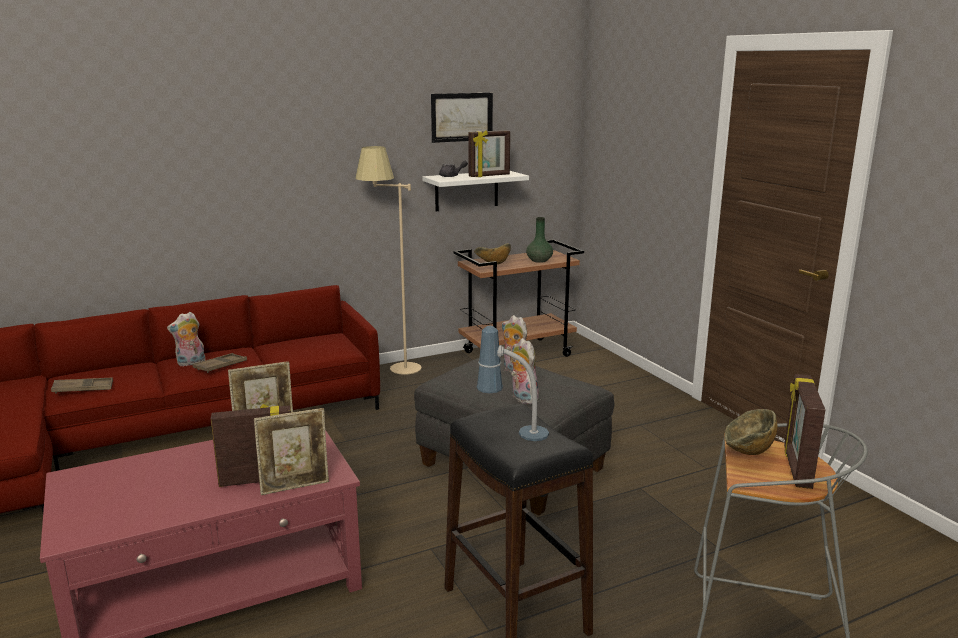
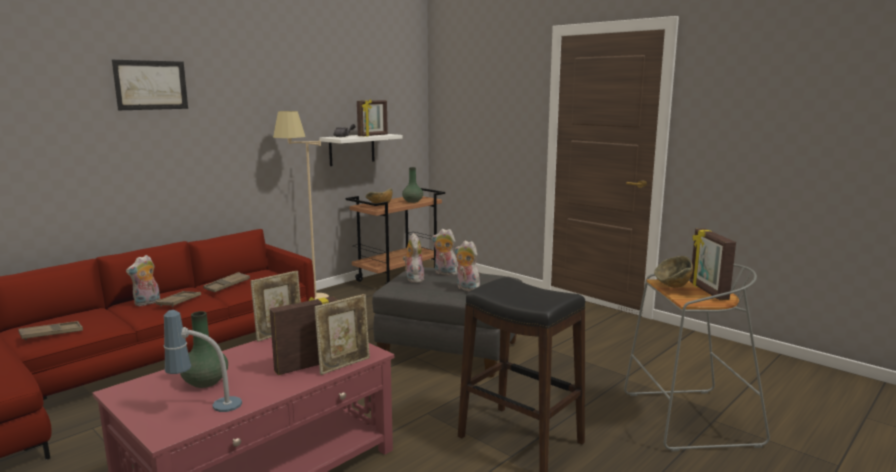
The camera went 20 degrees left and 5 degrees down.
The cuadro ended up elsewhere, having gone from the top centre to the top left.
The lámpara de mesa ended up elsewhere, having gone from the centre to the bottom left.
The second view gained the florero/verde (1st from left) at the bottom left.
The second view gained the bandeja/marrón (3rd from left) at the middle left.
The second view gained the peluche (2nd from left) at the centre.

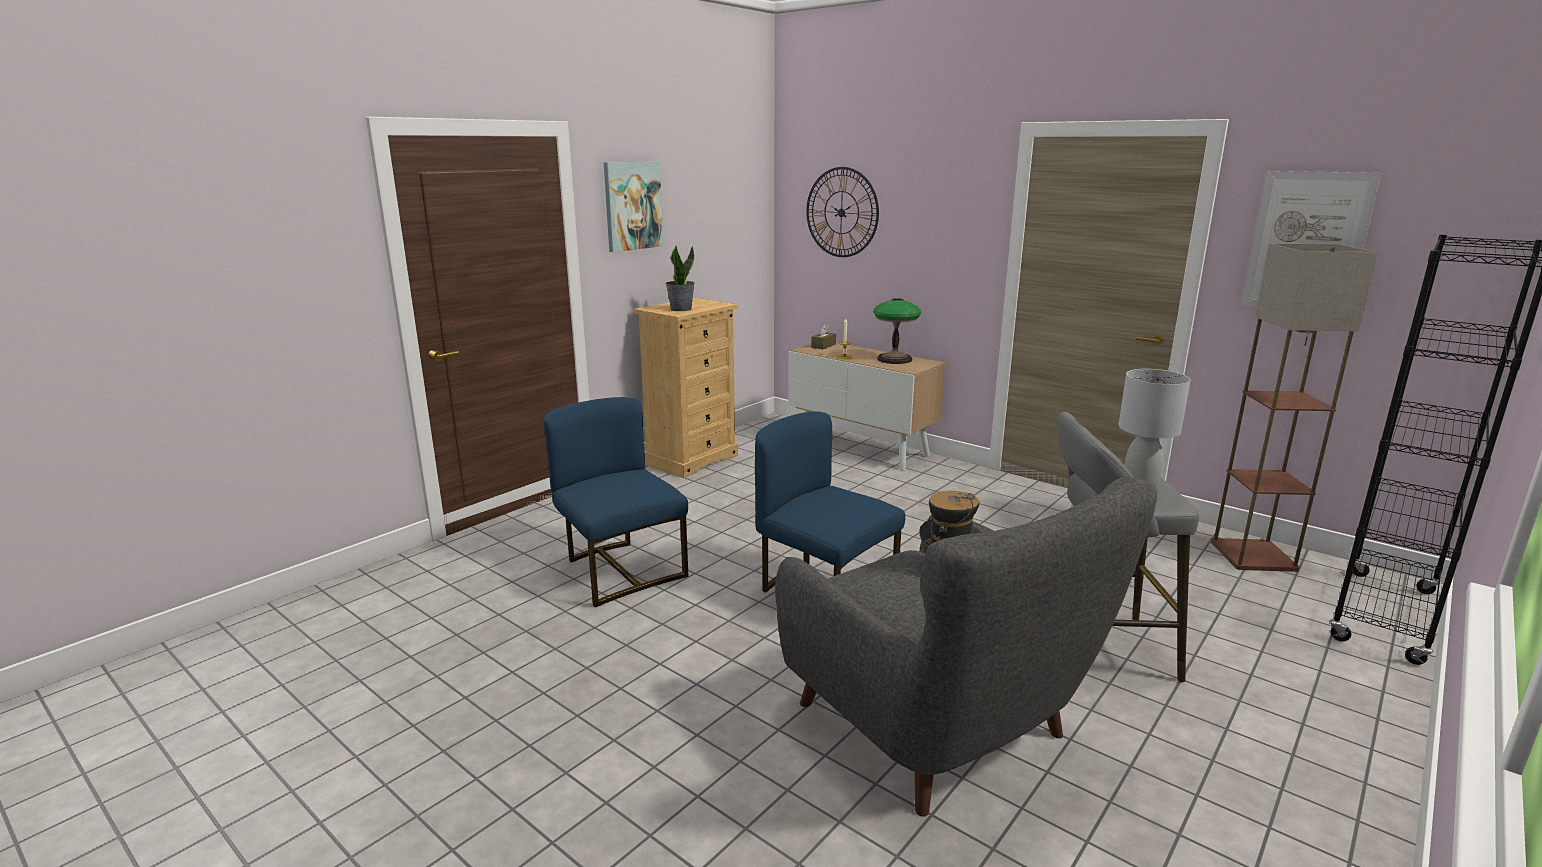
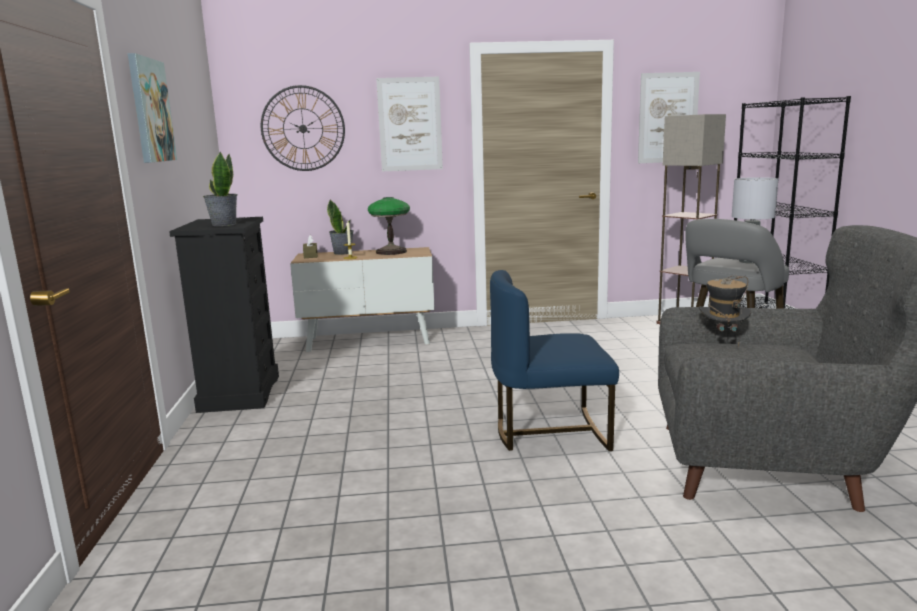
The camera went 45 degrees left and 5 degrees down.
The second view lost the silla/azul (1st from left) at the centre.
What was the cómoda/beis at the centre turned into the cómoda/negro at the middle left.
The second view gained the planta en maceta (2nd from left) at the centre.
The second view gained the cuadro (2nd from left) at the top centre.

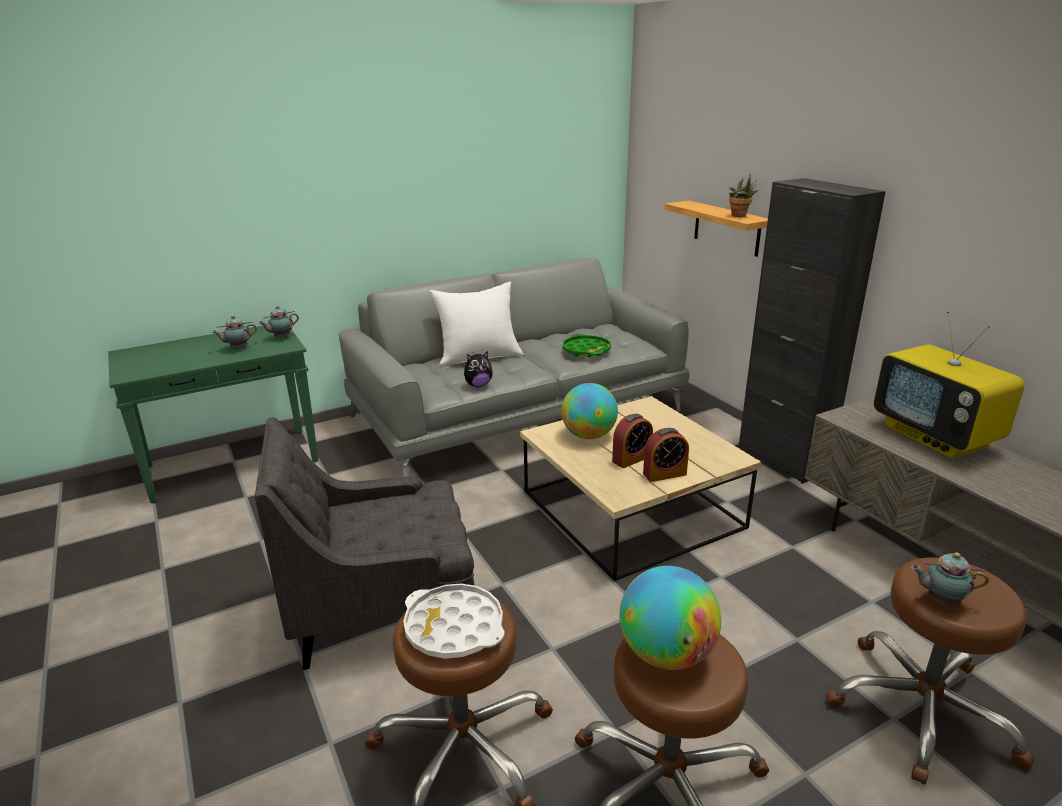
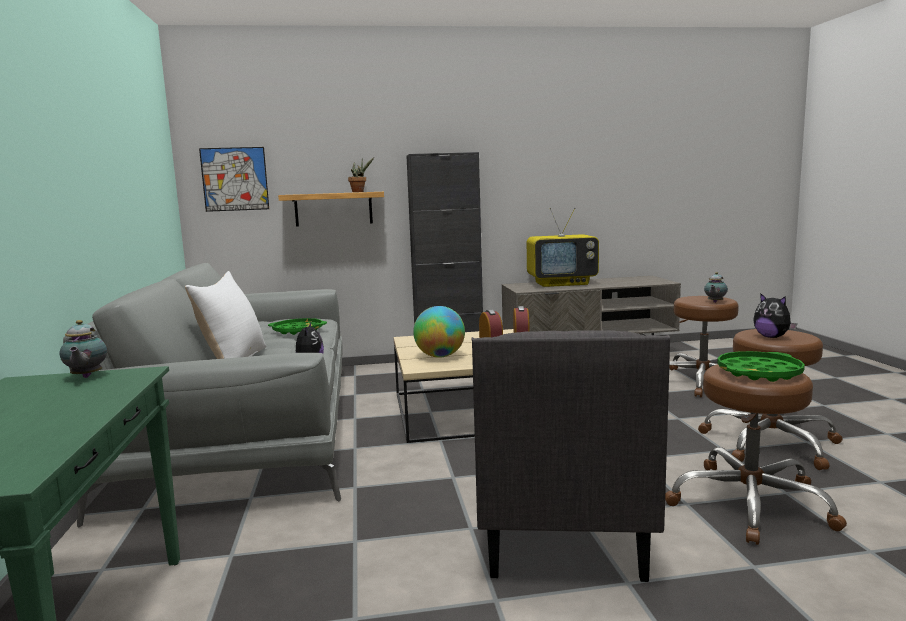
The camera went 70 degrees left and 15 degrees down.
The second view lost the tetera (1st from left) at the middle left.
What was the bandeja/blanco at the bottom centre turned into the bandeja/verde (2nd from left) at the middle right.
Where the globo terráqueo (2nd from left) stood at the bottom centre, the peluche (2nd from left) came to stand at the middle right.
The second view gained the cuadro at the top left.

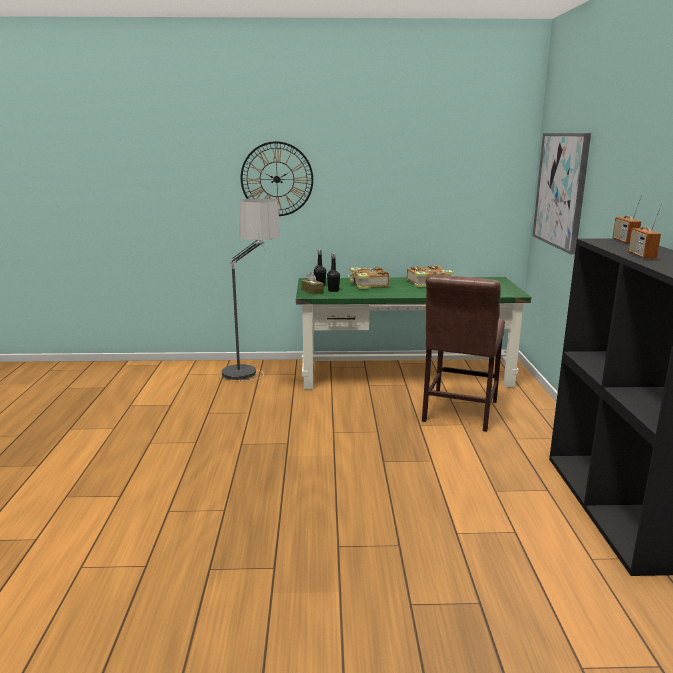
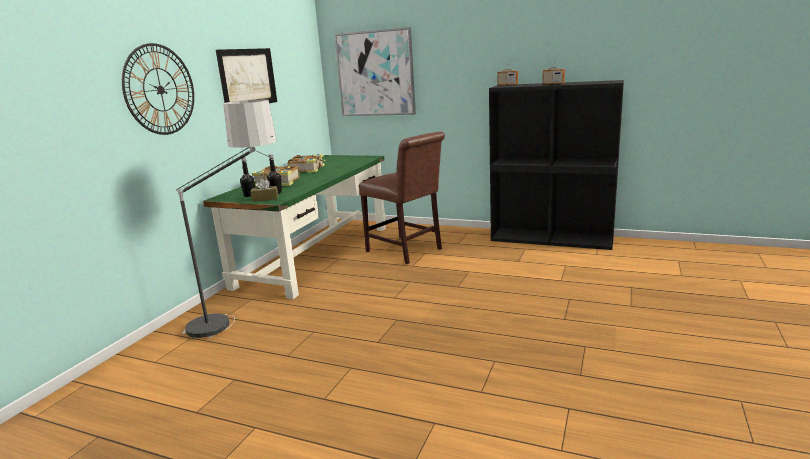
The camera went 65 degrees left and 0 degrees up.
The second view gained the cuadro (1st from left) at the top left.

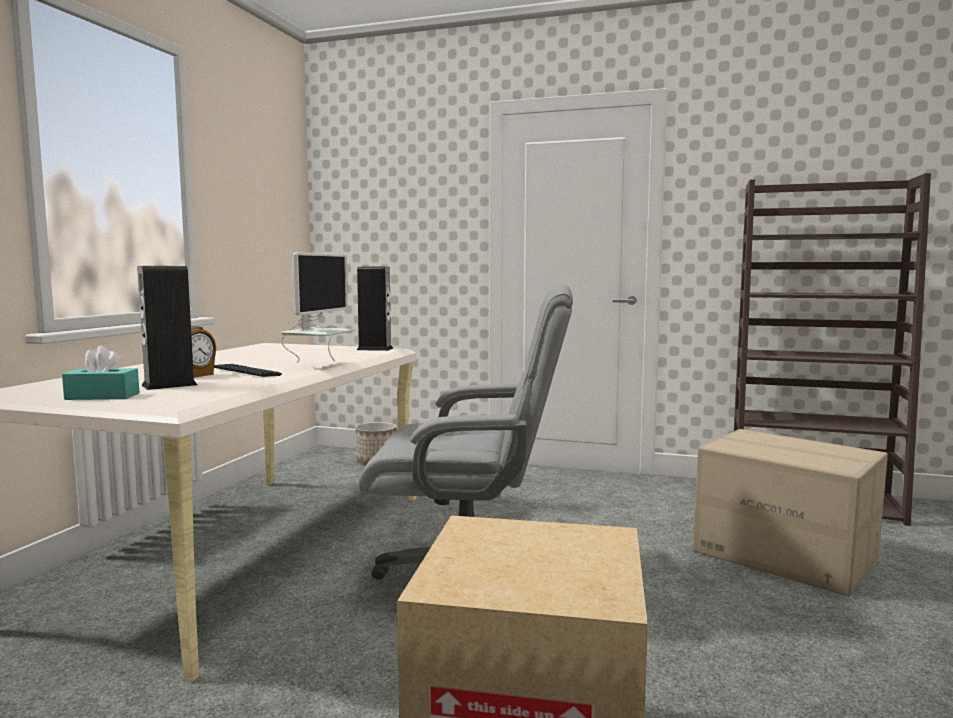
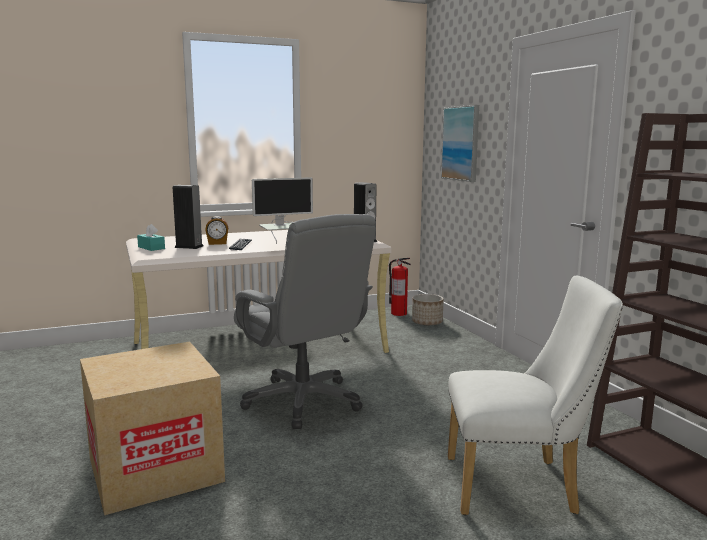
The camera went 50 degrees right and 5 degrees up.
Where the caja de cartón (2nd from left) stood at the bottom right, the silla/blanco came to stand at the bottom right.
The second view gained the extintor at the centre.
The second view gained the cuadro at the top centre.

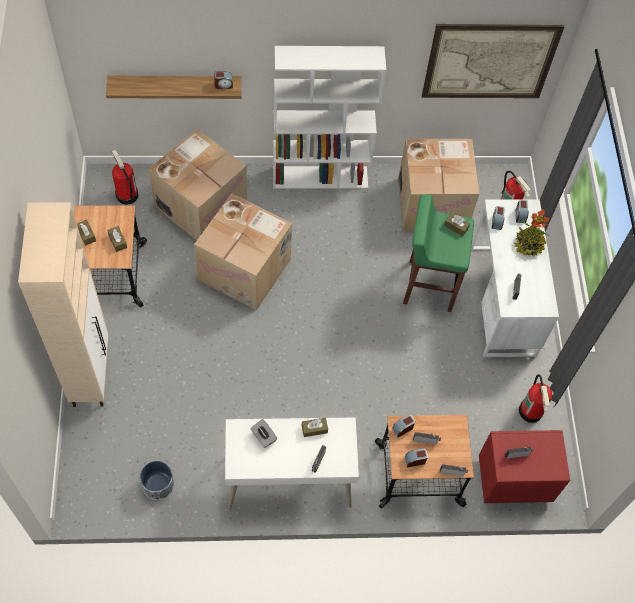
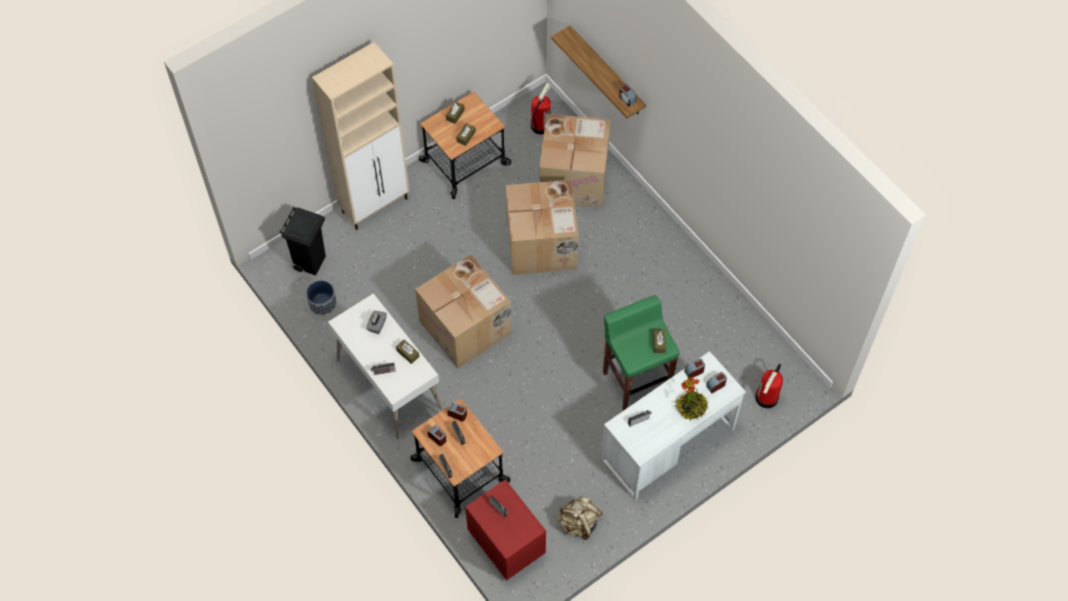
The camera went 60 degrees right and 0 degrees up.
The second view lost the estantería/blanco at the top centre.
The caja de cartón (3rd from left in the first image) ended up elsewhere, having gone from the top right to the centre.
The second view lost the cuadro at the top right.
Where the extintor (3rd from left) stood at the middle right, the mochila/beis came to stand at the bottom centre.
The second view gained the papelera/negro at the middle left.

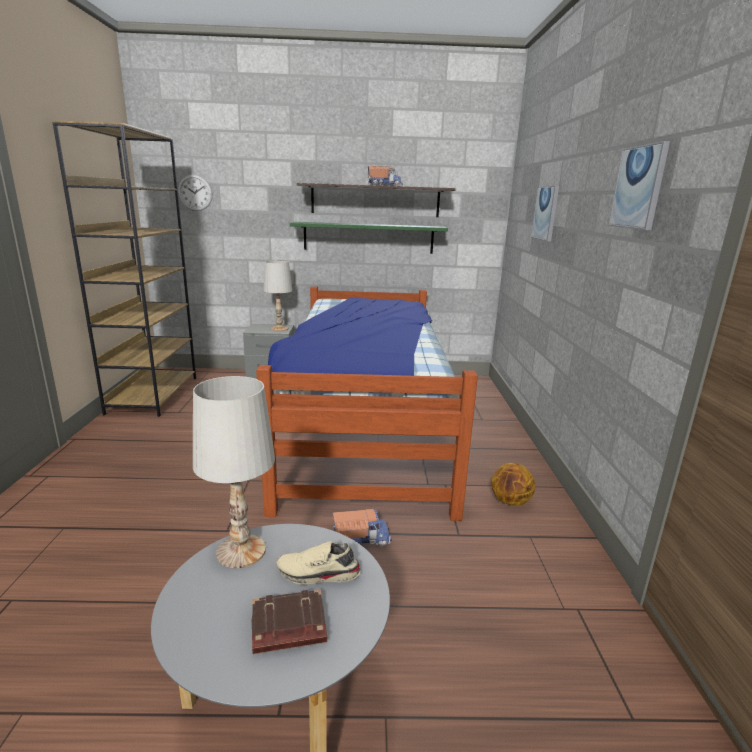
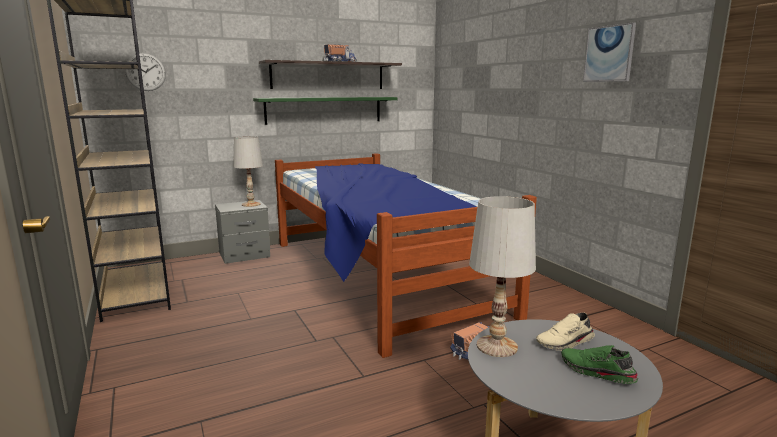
The camera went 25 degrees left and 5 degrees down.
Where the libro/marrón stood at the bottom centre, the zapato/verde came to stand at the bottom right.
The second view lost the balón de baloncesto at the middle right.
The second view lost the cuadro (1st from left) at the top right.

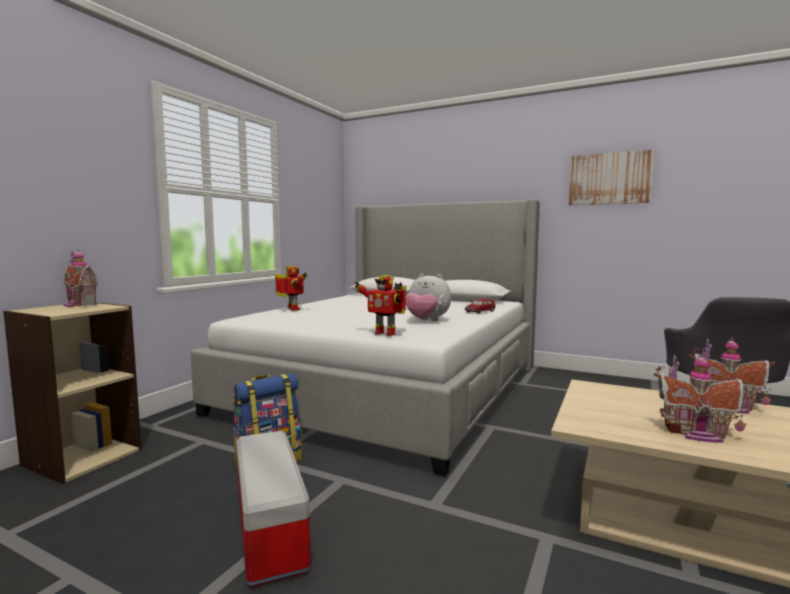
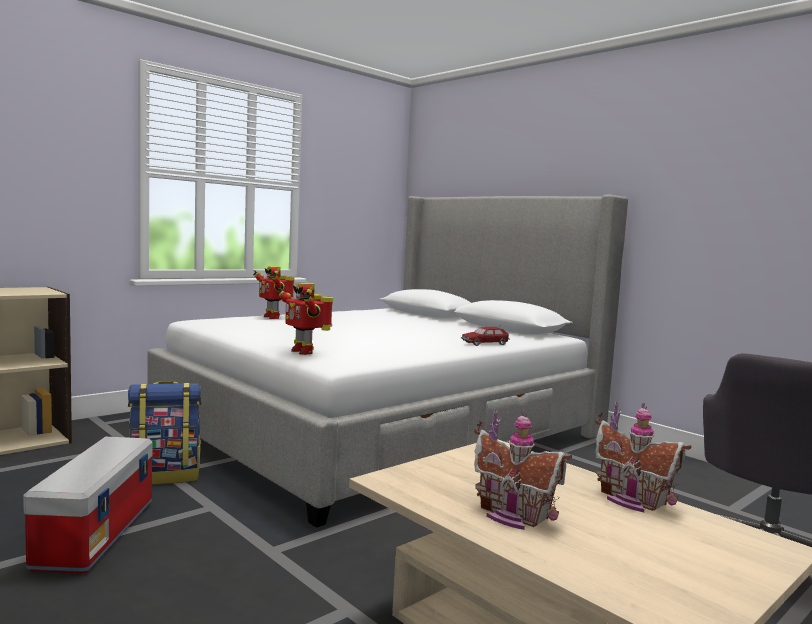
The camera went 20 degrees right and 0 degrees up.
The second view lost the casita (1st from left) at the middle left.
The robot de juguete (1st from left) at the centre ended up facing another way, 150 degrees clockwise from before.
The second view lost the peluche at the centre.
The second view lost the cuadro at the top right.

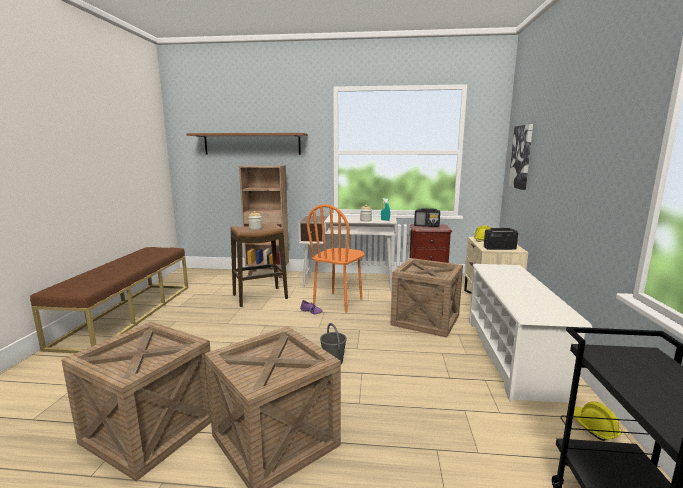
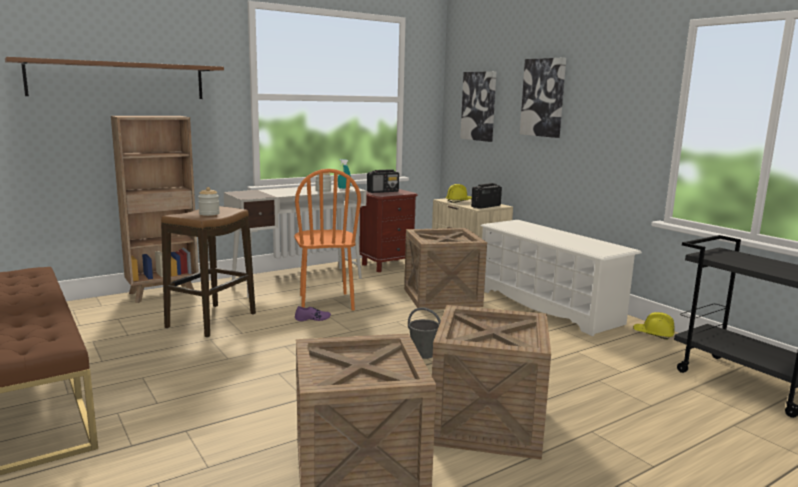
The camera went 40 degrees left and 0 degrees up.
The second view gained the cuadro (2nd from left) at the top right.

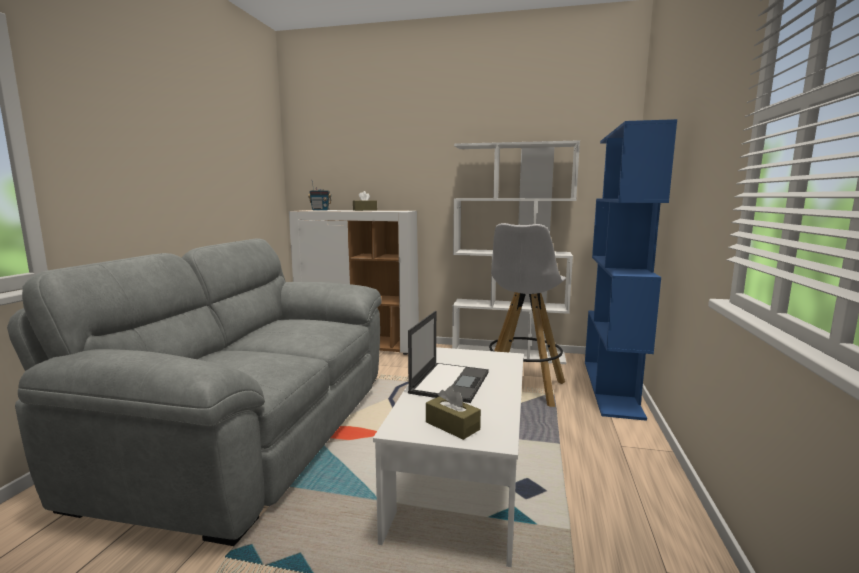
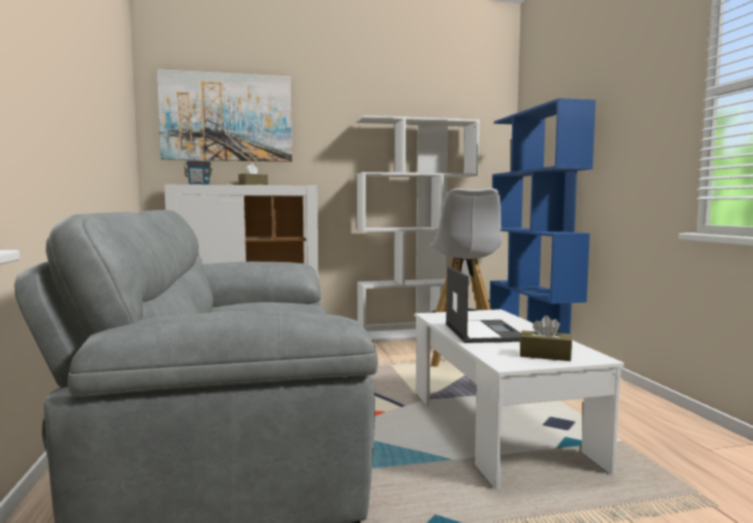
The camera went 25 degrees left and 5 degrees down.
The second view gained the cuadro at the top left.

